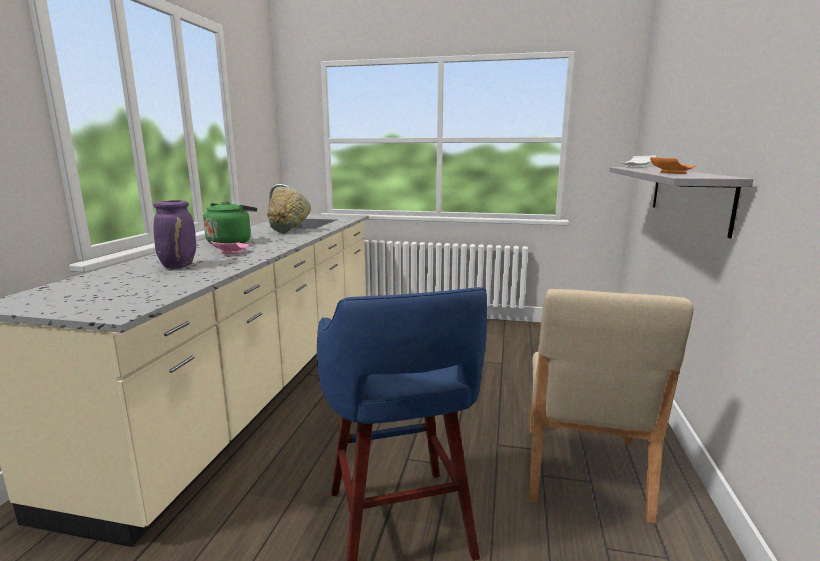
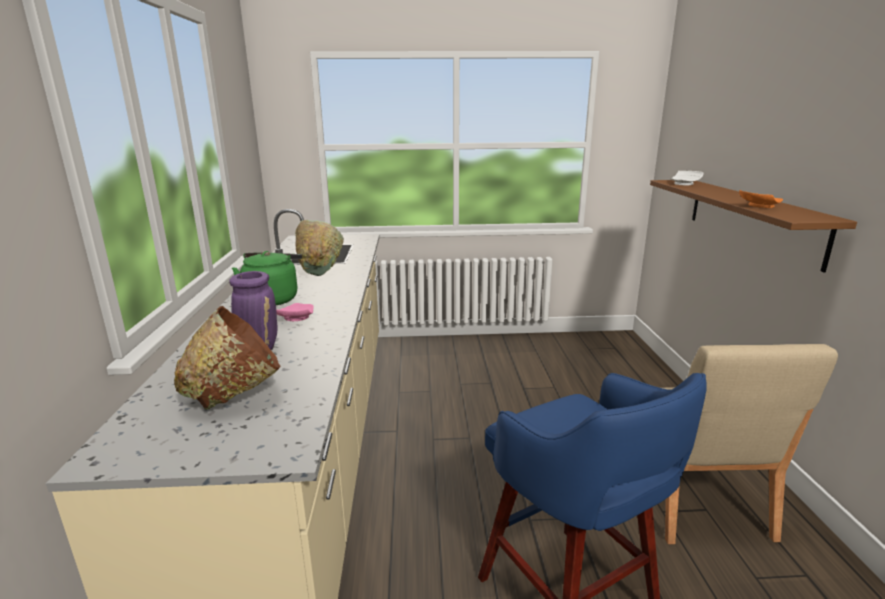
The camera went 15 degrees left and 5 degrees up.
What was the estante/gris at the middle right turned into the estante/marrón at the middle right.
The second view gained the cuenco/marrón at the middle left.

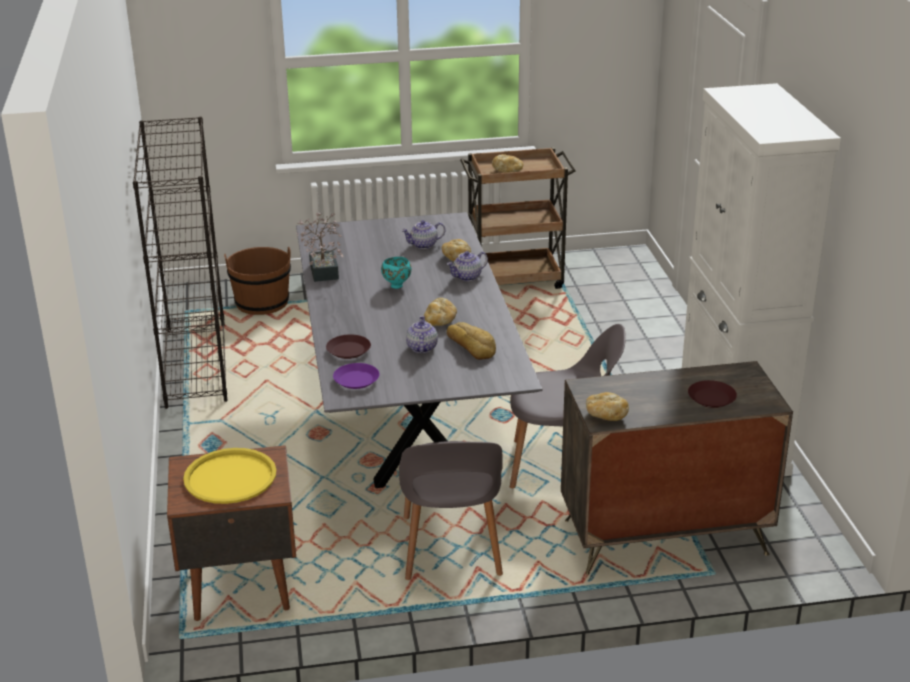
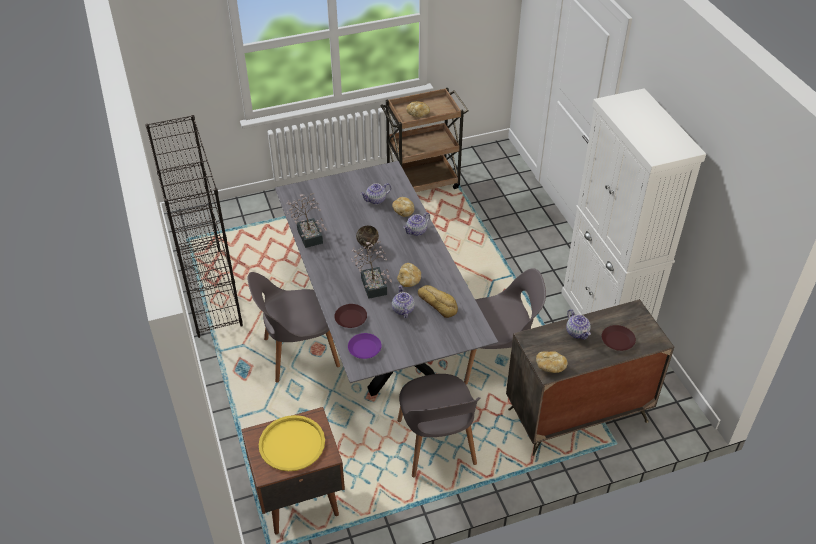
The camera went 10 degrees left and 15 degrees up.
The second view lost the cubo/marrón at the middle left.
What was the cuenco/turquesa at the centre turned into the cuenco/marrón at the centre.
The second view gained the silla/gris (1st from left) at the centre.
The second view gained the planta en maceta (2nd from left) at the centre.
The second view gained the tetera (4th from left) at the middle right.

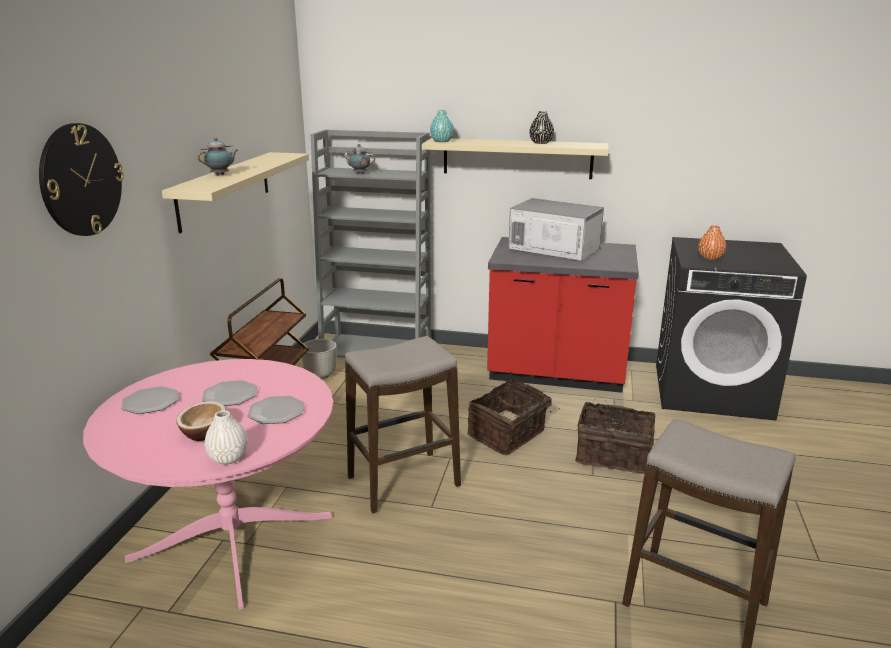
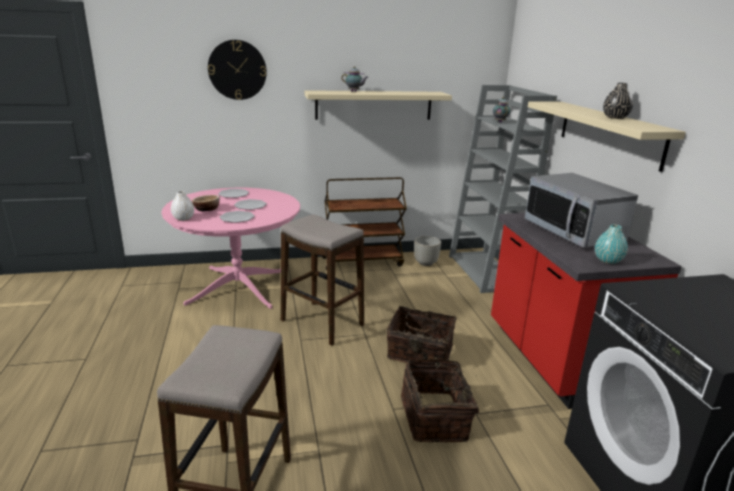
The camera went 65 degrees right and 0 degrees up.
The florero/turquesa ended up elsewhere, having gone from the top centre to the middle right.
The microondas at the centre ended up facing another way, 150 degrees clockwise from before.
The second view lost the florero/naranja at the middle right.

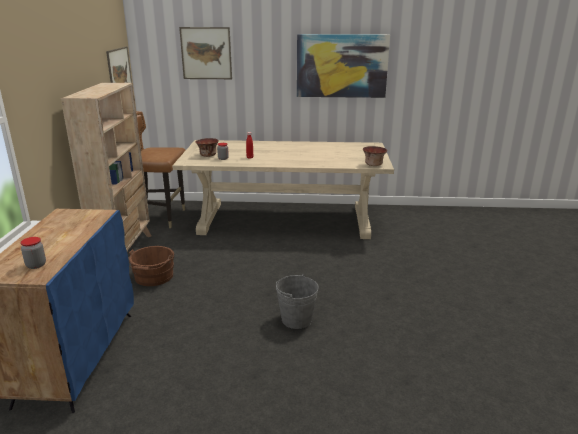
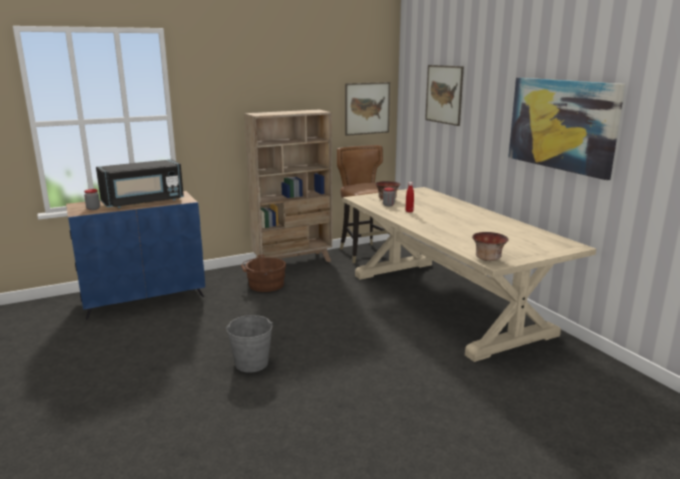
The camera went 60 degrees right and 5 degrees down.
The second view gained the microondas/negro at the middle left.

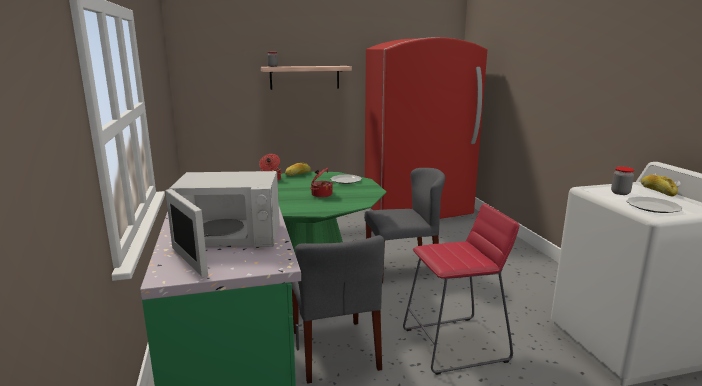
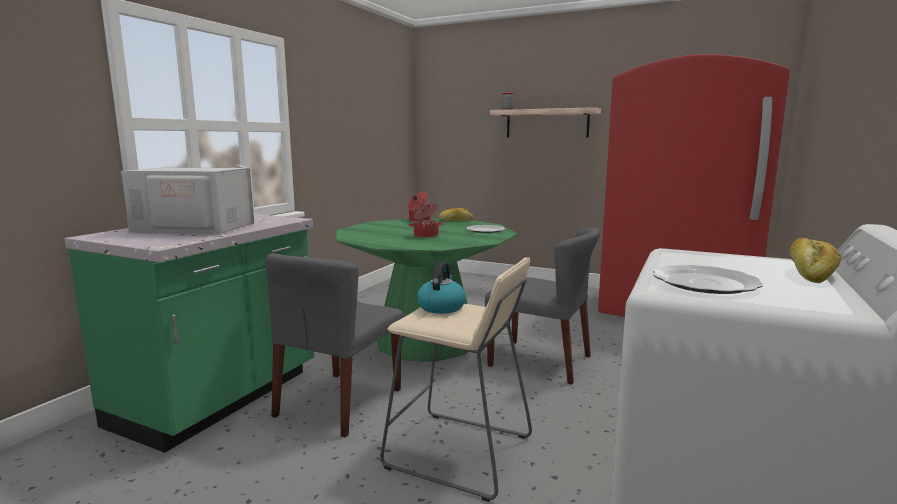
The camera went 40 degrees right and 5 degrees down.
The microondas/blanco at the middle left ended up facing another way, 150 degrees clockwise from before.
What was the taburete/rojo at the bottom centre turned into the taburete/beis at the bottom centre.
The second view lost the tarro (2nd from left) at the middle right.
The second view gained the hervidor at the centre.

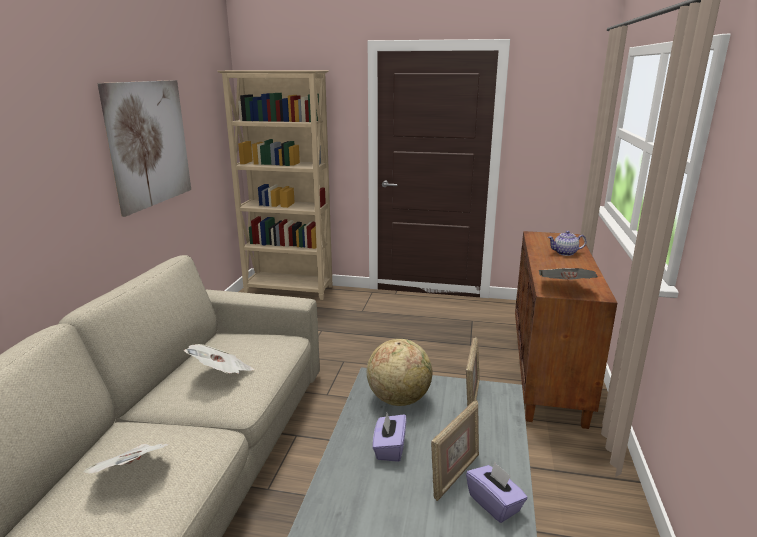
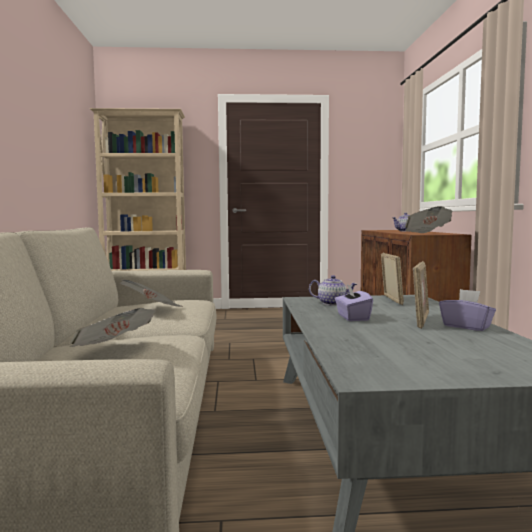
The camera went 15 degrees left and 15 degrees down.
The second view lost the cuadro at the top left.
Where the globo terráqueo stood at the bottom centre, the tetera (1st from left) came to stand at the centre.

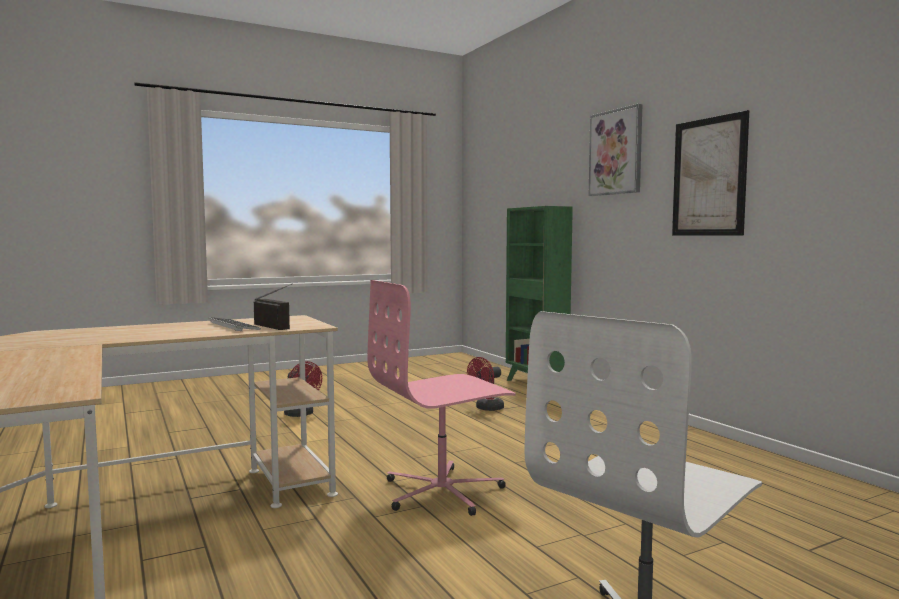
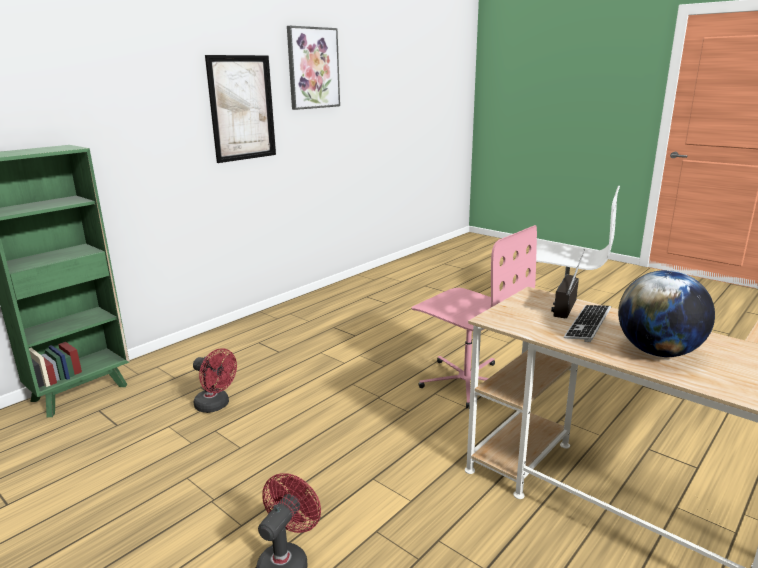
The camera went 110 degrees left and 15 degrees up.
The cuadro (1st from left in the first image) ended up elsewhere, having gone from the top right to the top centre.
The second view gained the globo terráqueo at the middle right.

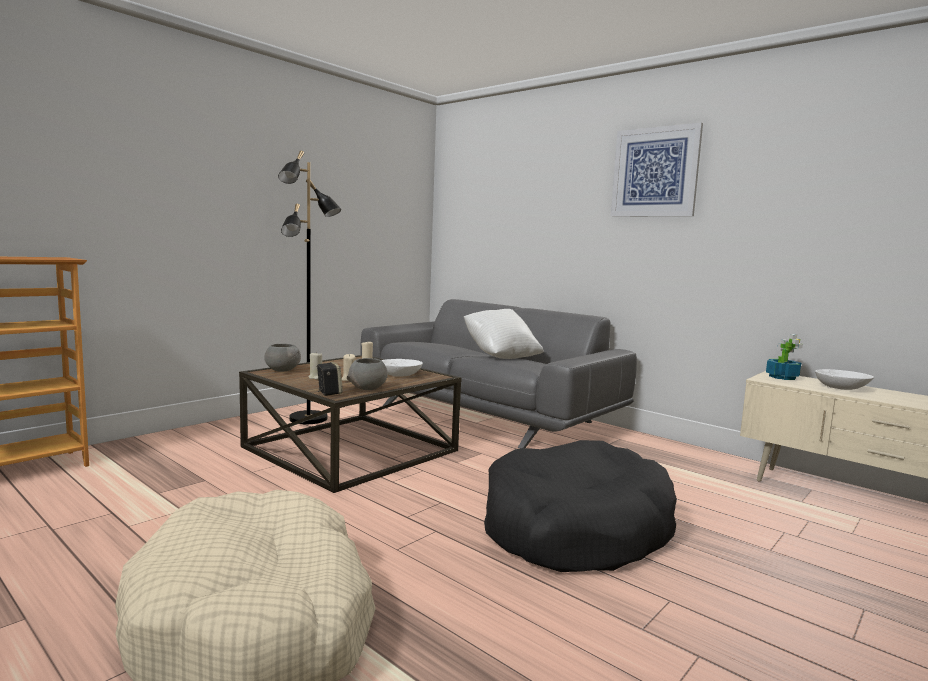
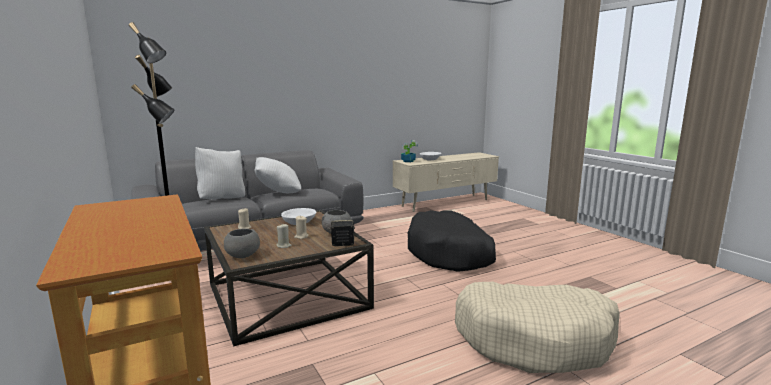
The camera went 70 degrees left and 5 degrees up.
The second view lost the cuadro at the top right.
The second view gained the cojín/blanco (1st from left) at the middle left.

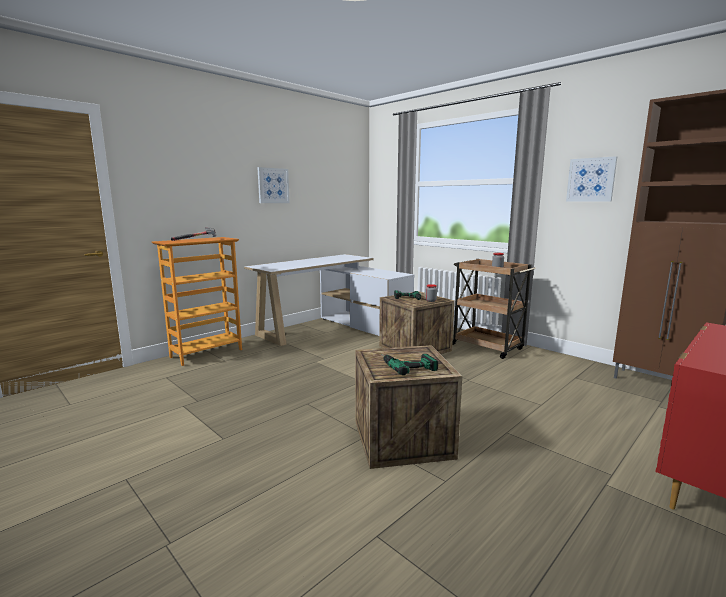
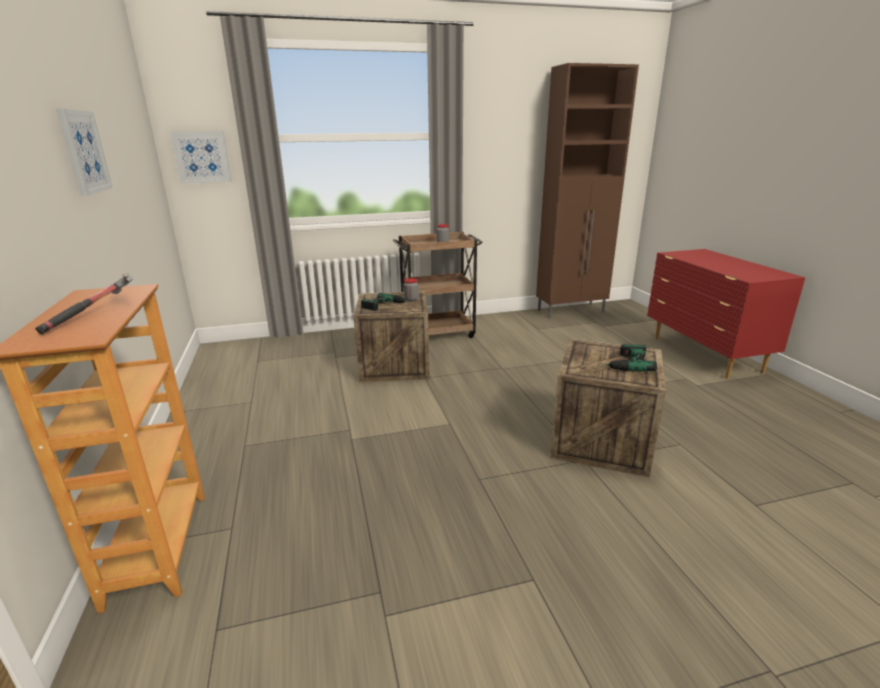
The camera went 60 degrees left and 10 degrees up.
The second view lost the escritorio/blanco at the centre.
The cuadro (2nd from left) ended up elsewhere, having gone from the top right to the top left.

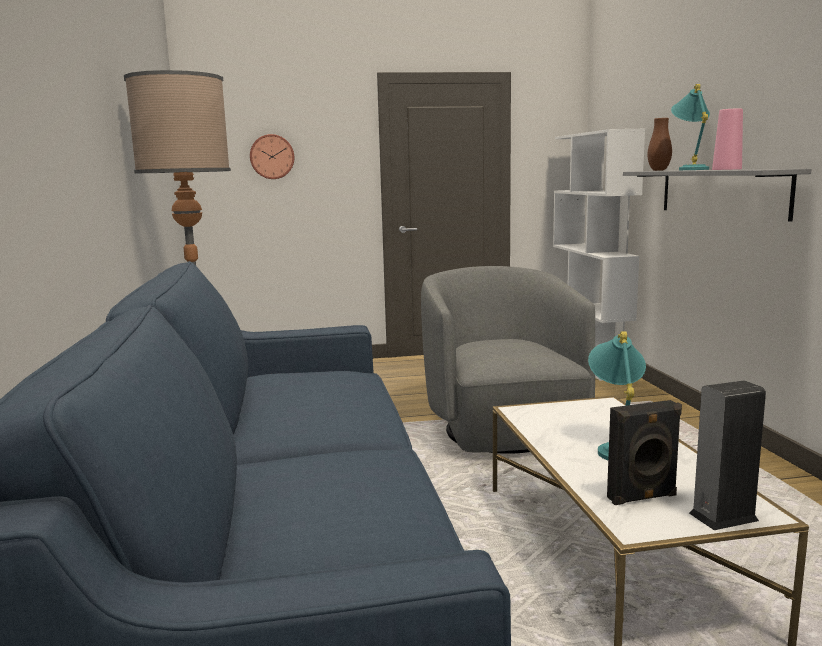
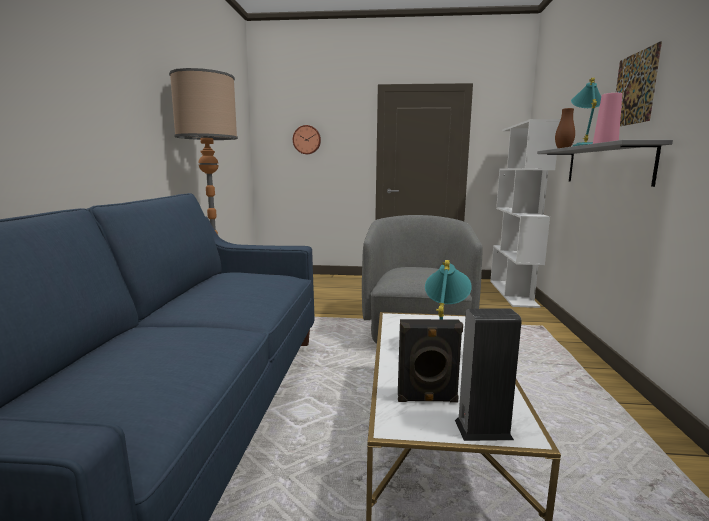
The camera went 15 degrees right and 0 degrees up.
The second view gained the cuadro at the top right.

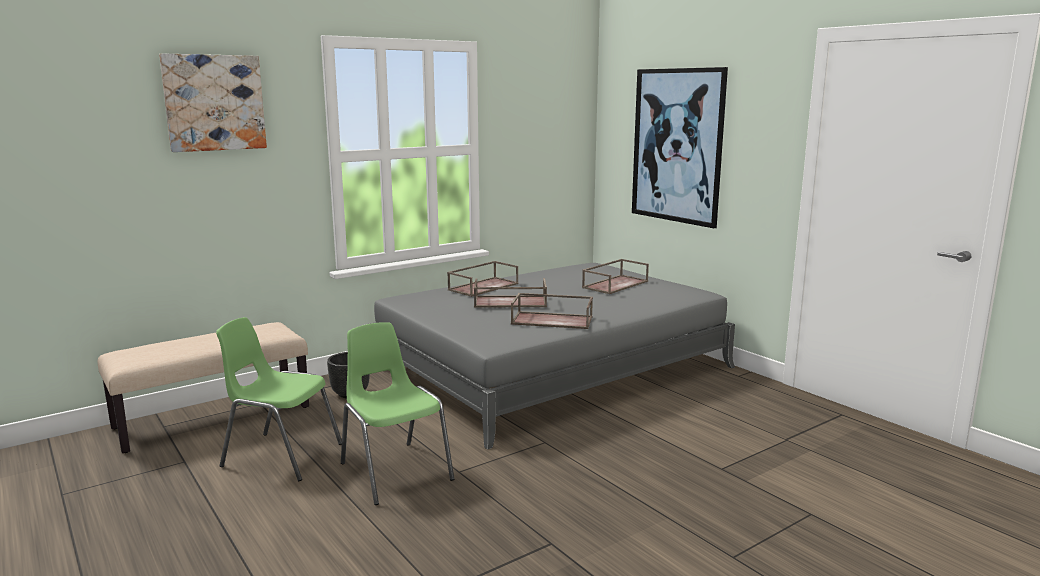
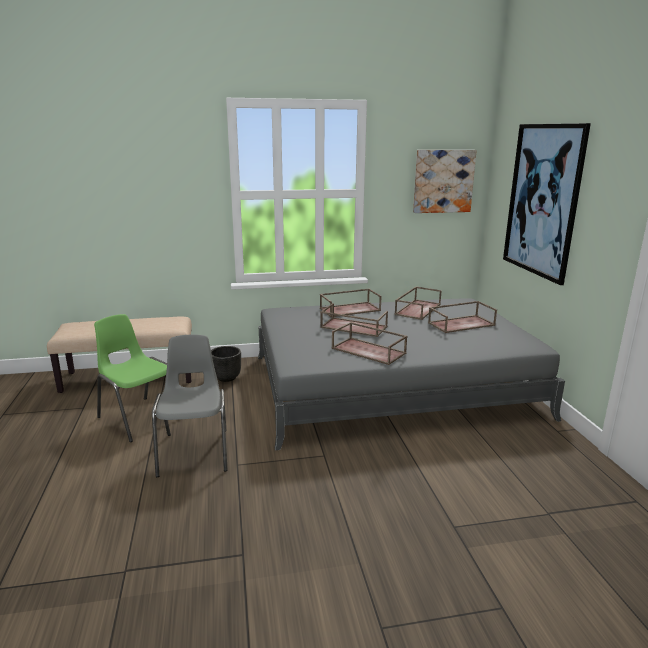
The camera went 25 degrees right and 5 degrees up.
The cuadro (1st from left) ended up elsewhere, having gone from the top left to the top right.
What was the silla/verde (2nd from left) at the bottom centre turned into the silla/gris at the middle left.
The second view gained the bandeja/marrón (4th from left) at the centre.

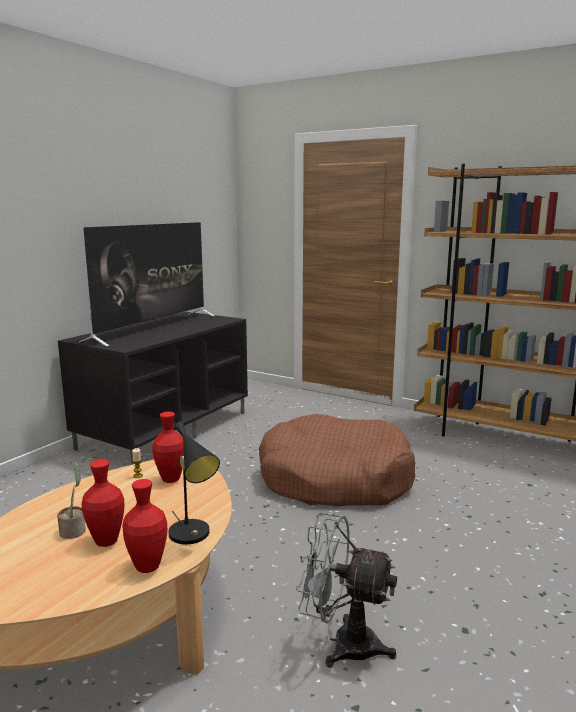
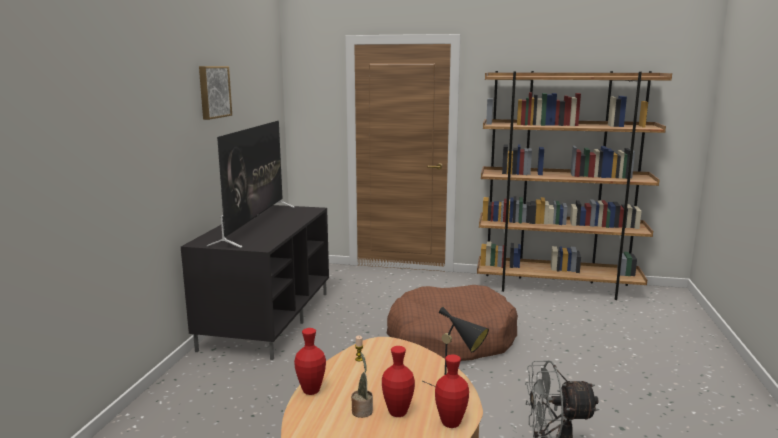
The camera went 20 degrees left and 0 degrees up.
The florero/rojo (3rd from left in the first image) ended up elsewhere, having gone from the middle left to the bottom centre.
The second view gained the cuadro at the top left.

